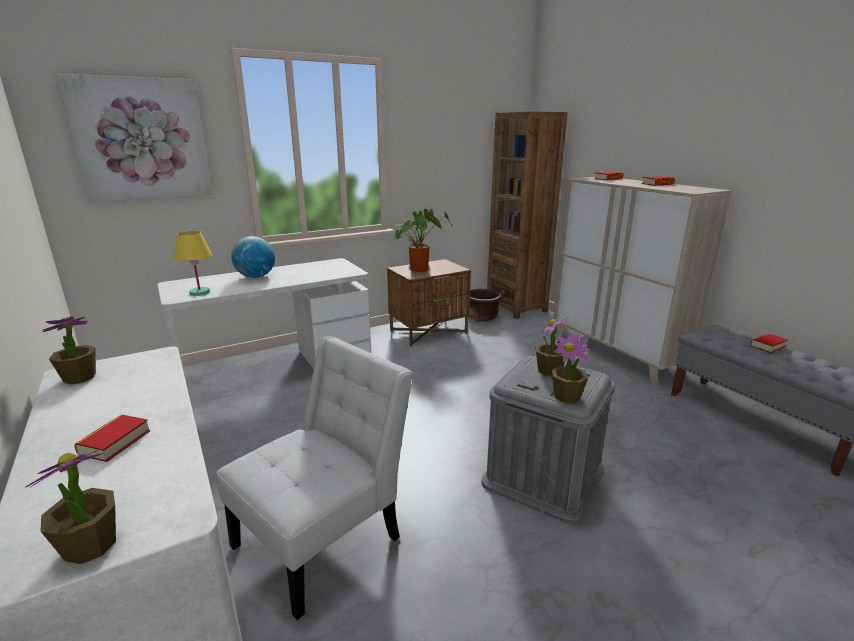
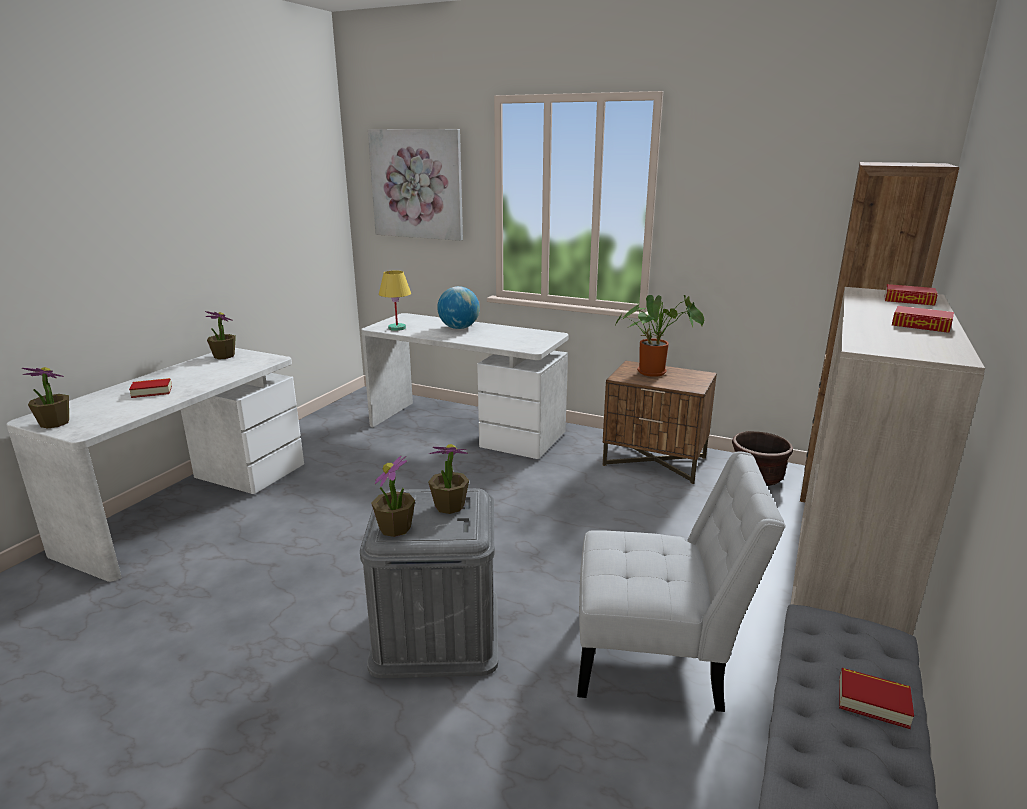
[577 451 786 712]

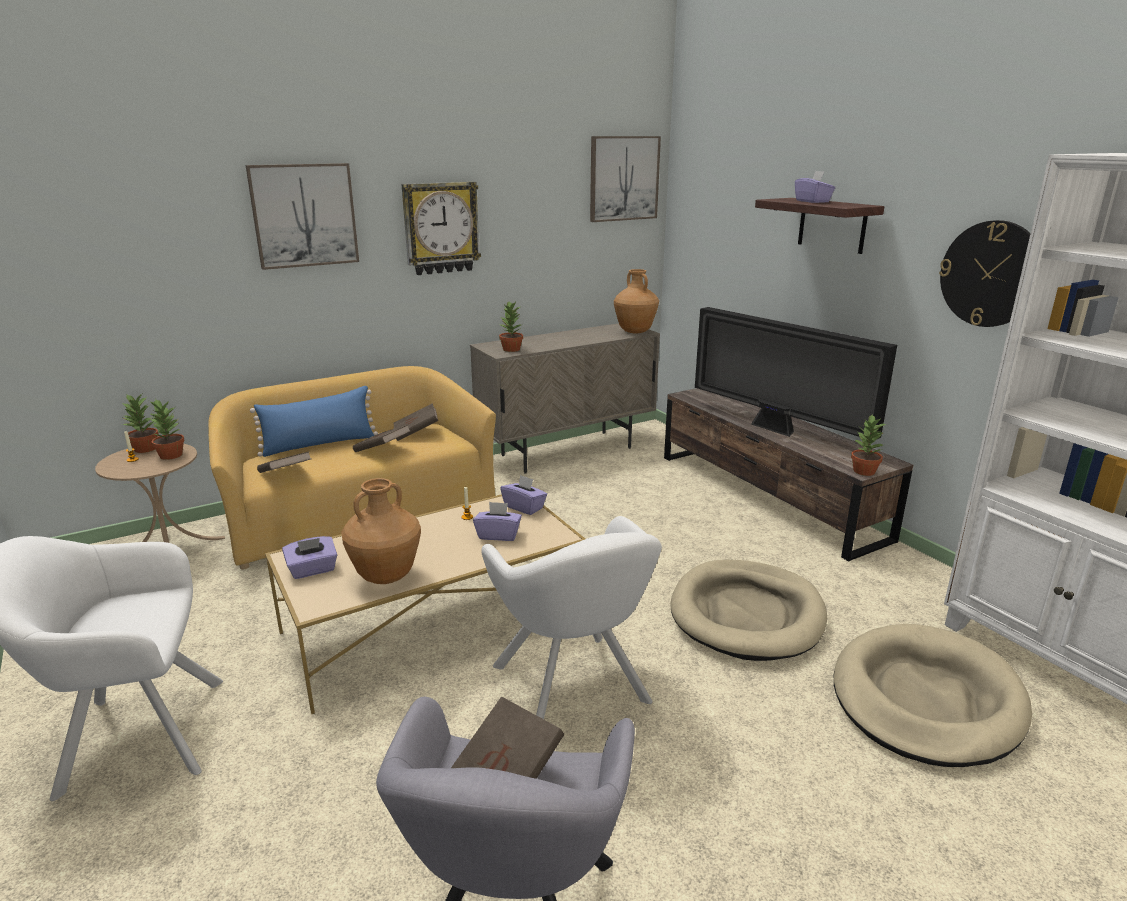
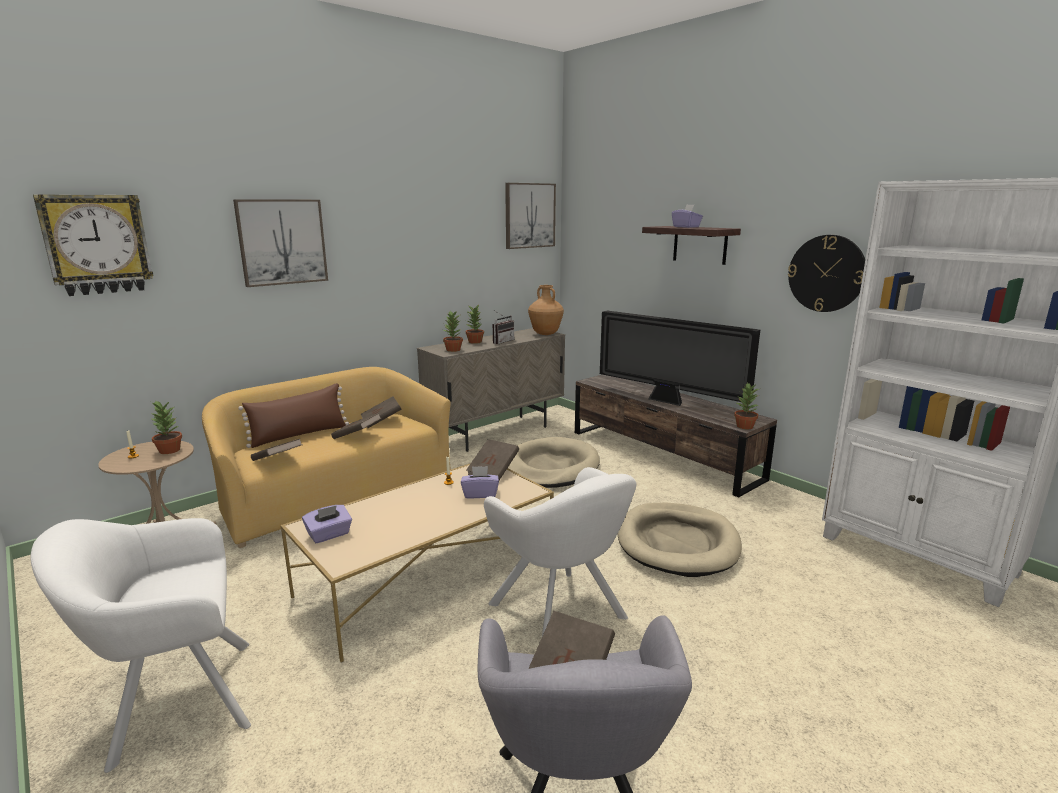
[341 478 421 584] (first image)
[493 311 514 344]
[466 304 484 344]
[33 194 154 296]
[508 437 600 488]
[466 439 519 480]
[238 383 349 448]

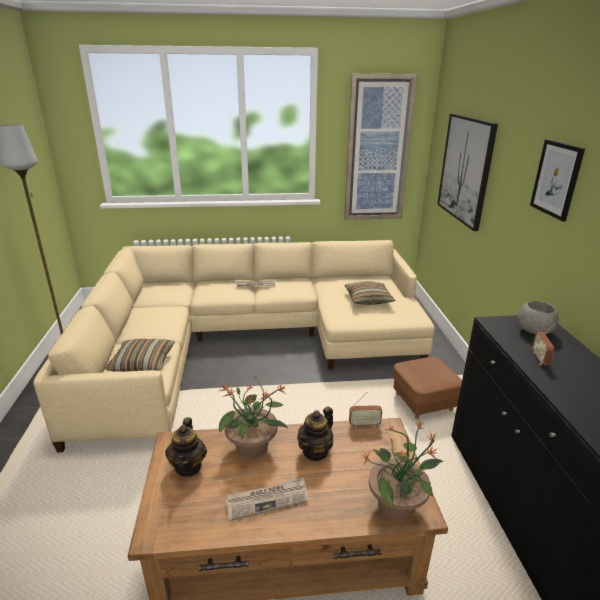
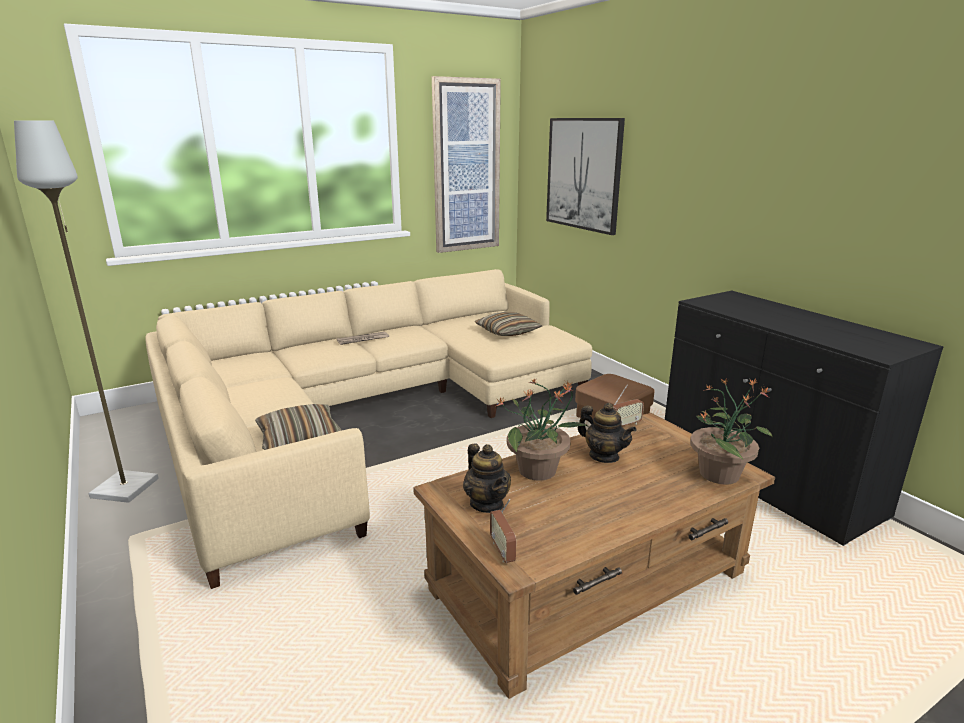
[225 477 308 521] (first image)
[517 301 559 334] (first image)
[530 139 585 222] (first image)
[490 499 516 563]
[578 403 637 463]

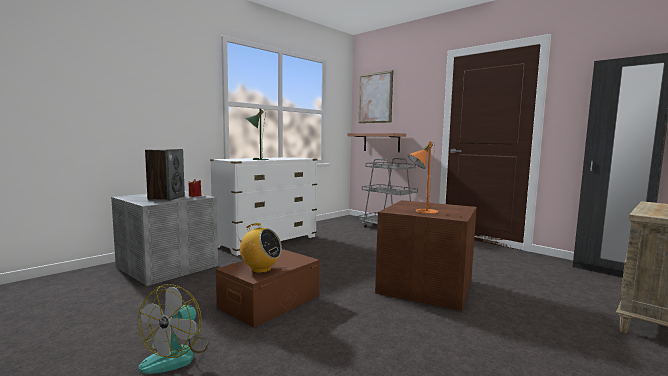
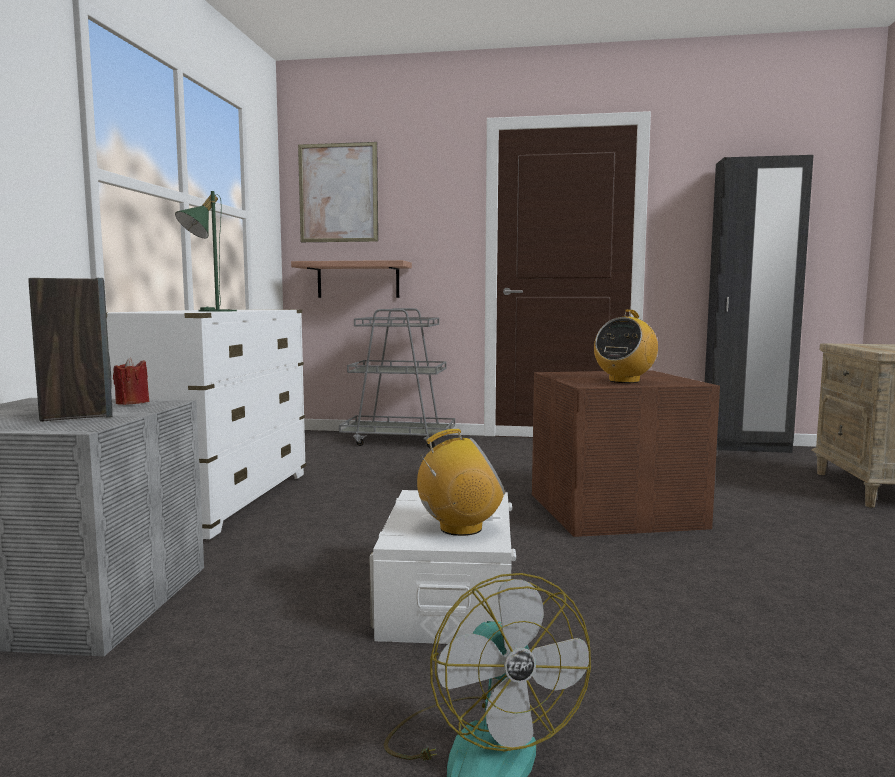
[594 310 658 383]
[370 490 516 644]

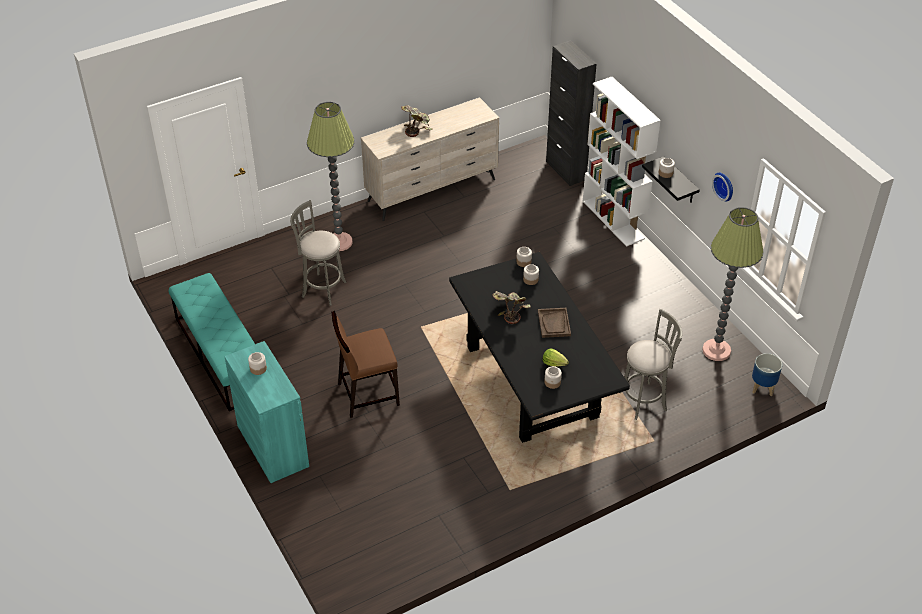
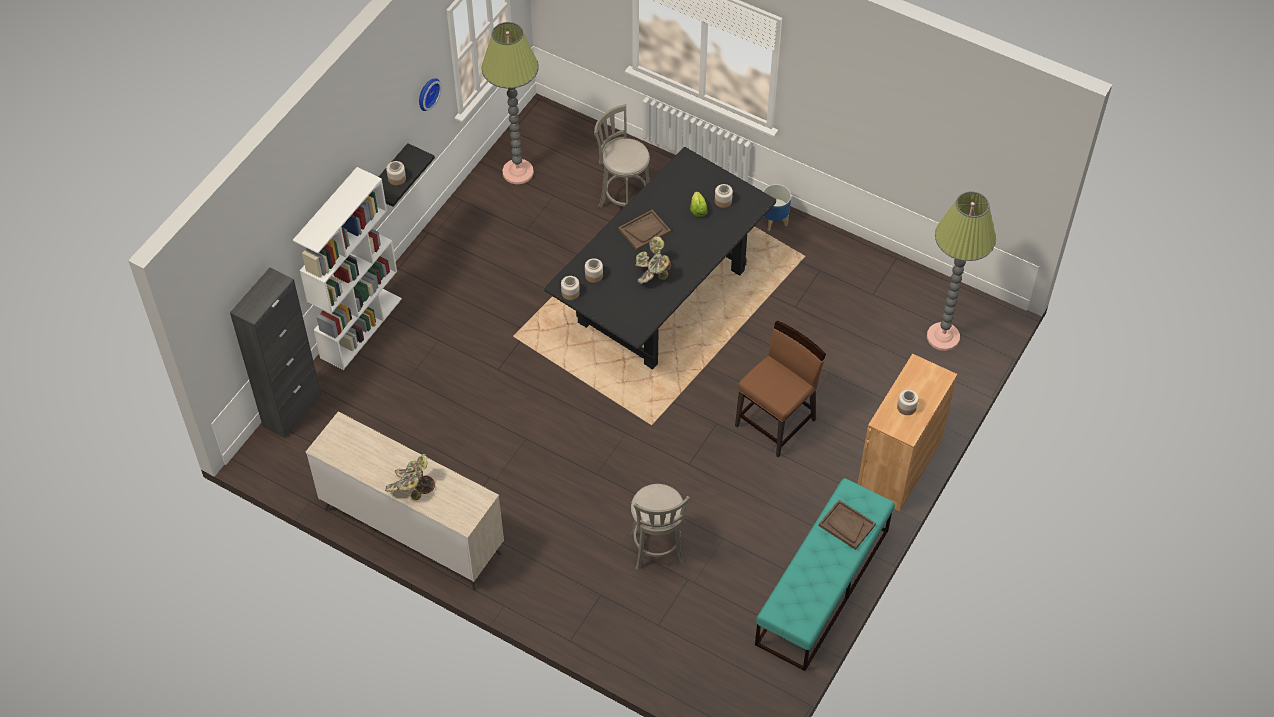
[819 500 876 550]
[927 191 996 351]
[763 184 791 231]
[858 354 957 512]
[735 320 826 457]

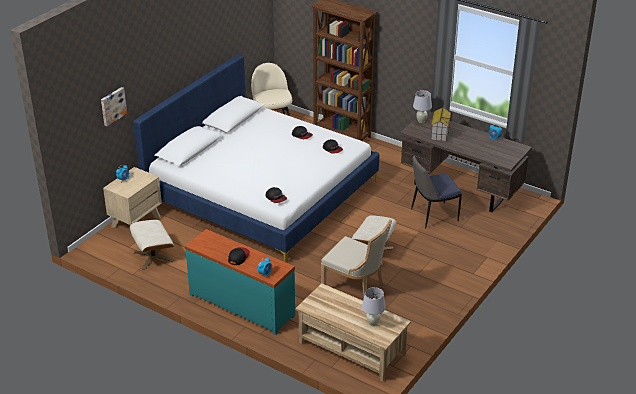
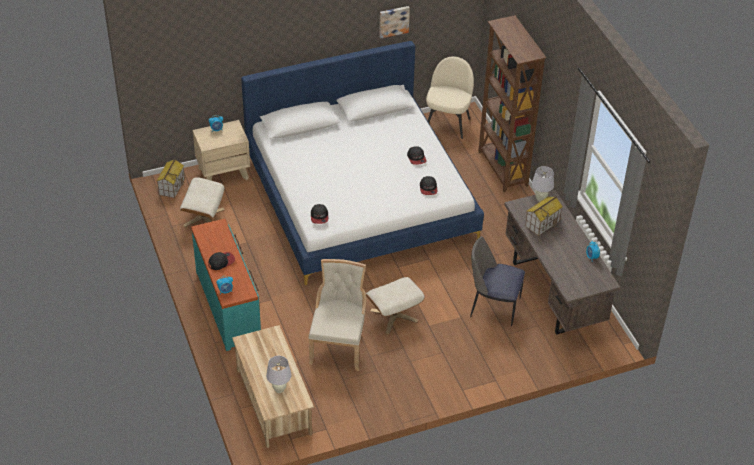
[156 159 185 198]
[379 6 410 38]
[309 259 366 371]

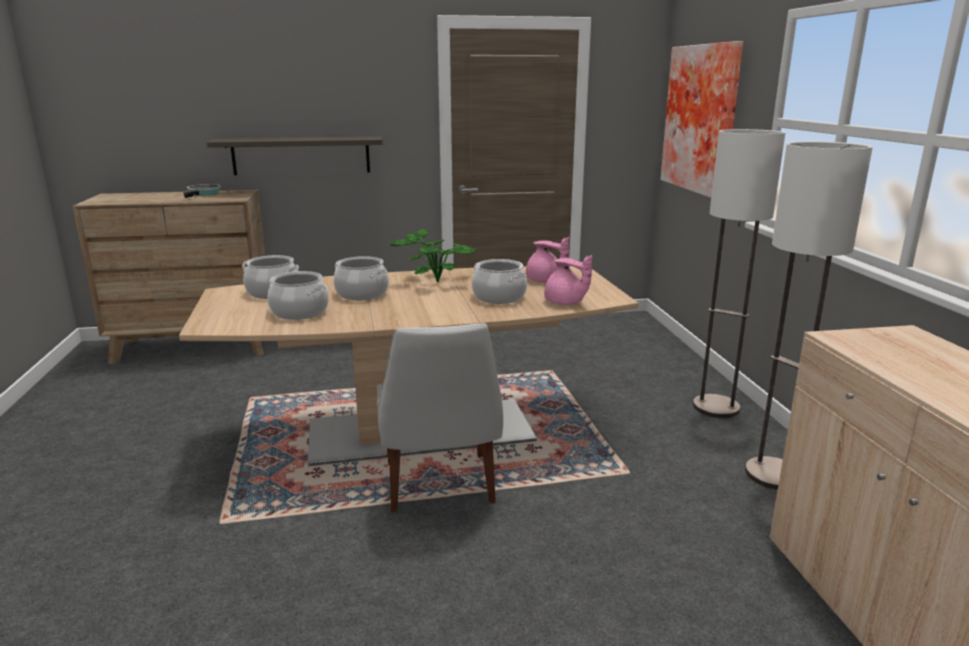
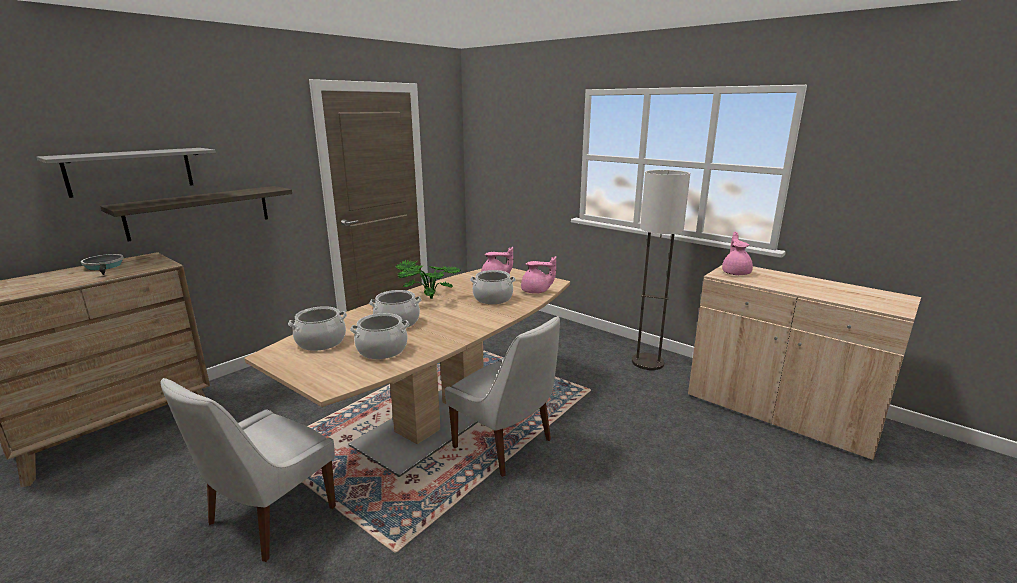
[660 41 743 198] (first image)
[693 129 785 418] (first image)
[36 148 216 198]
[161 378 336 562]
[722 232 753 275]

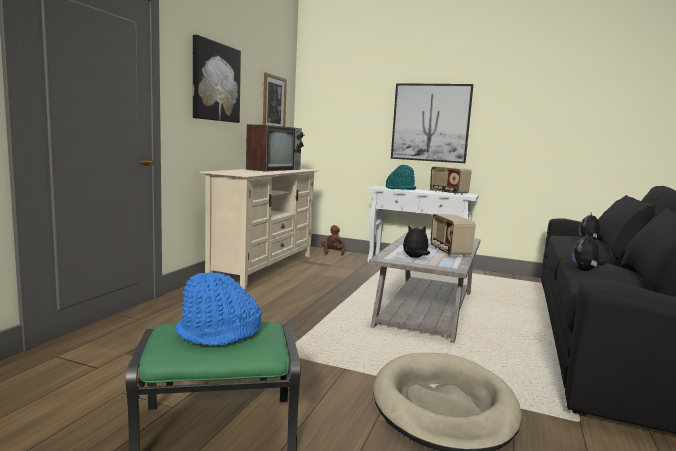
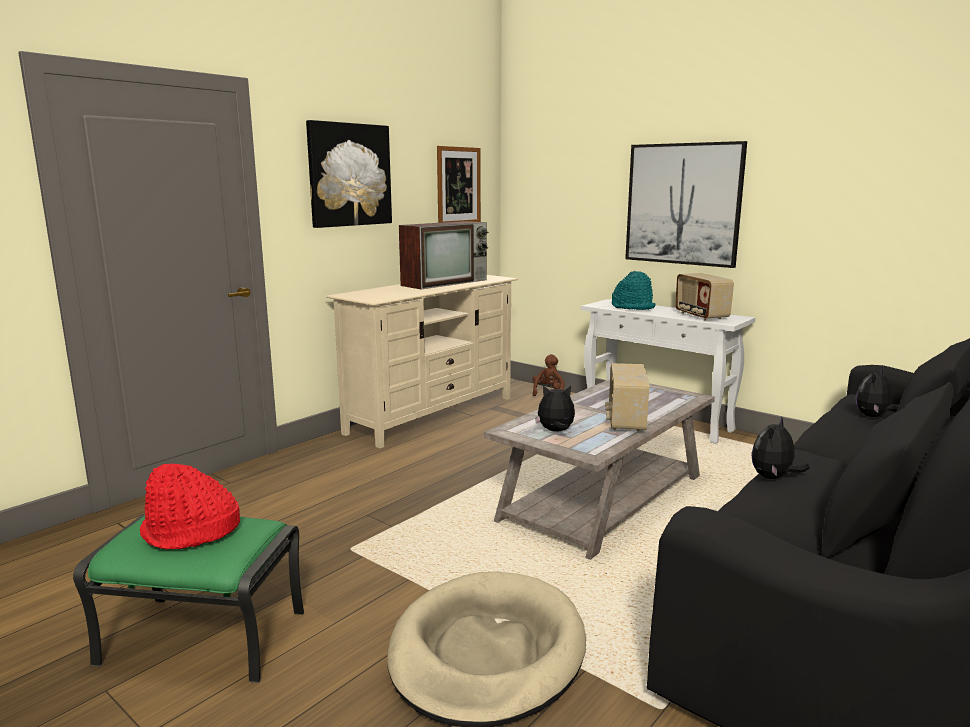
[140 463 240 550]

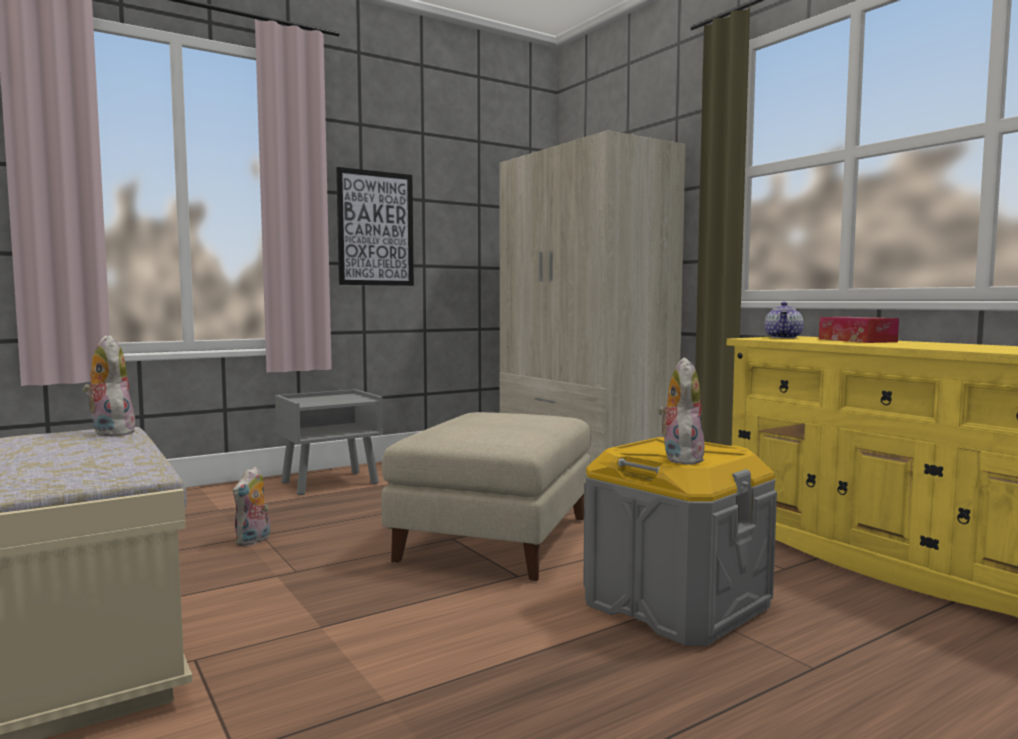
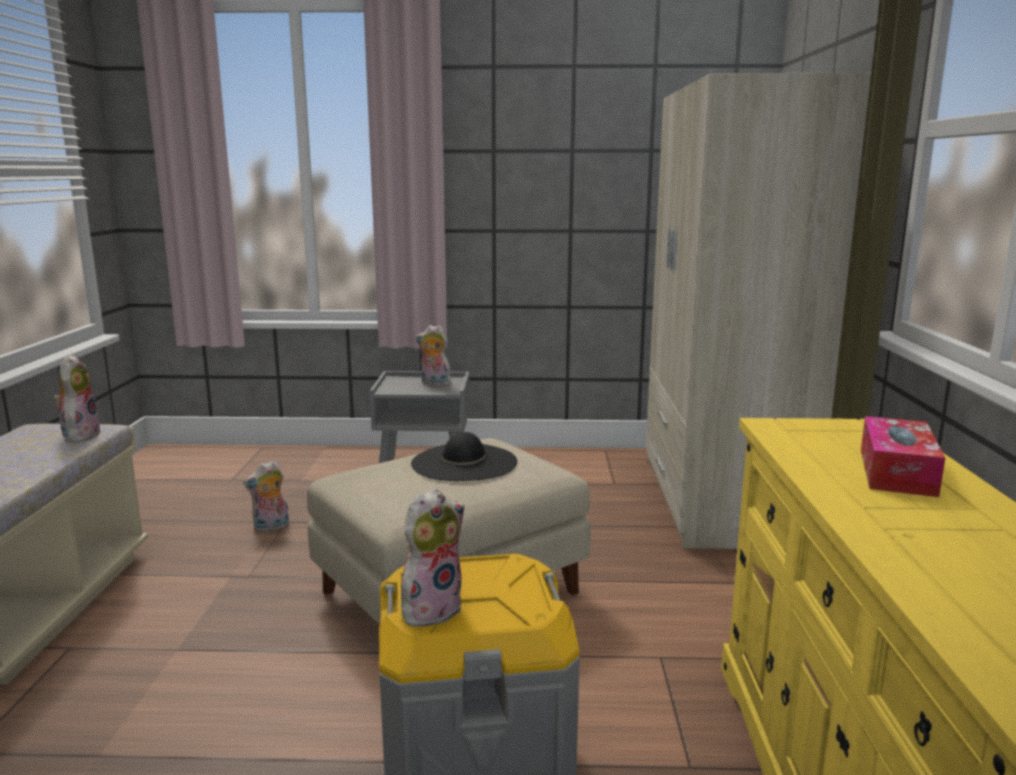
[336 167 414 286] (first image)
[765 302 804 338] (first image)
[411 432 517 481]
[416 325 451 386]

